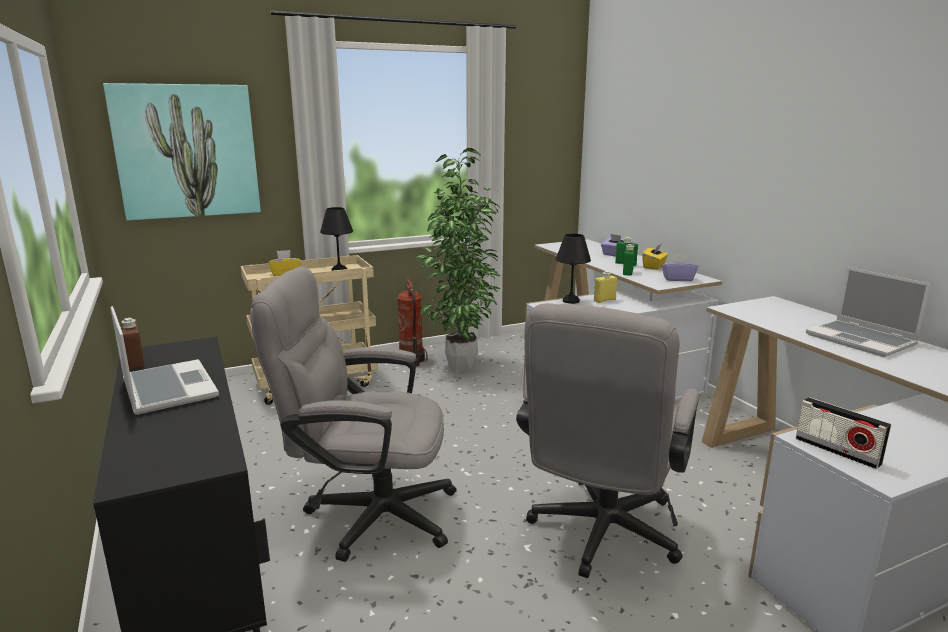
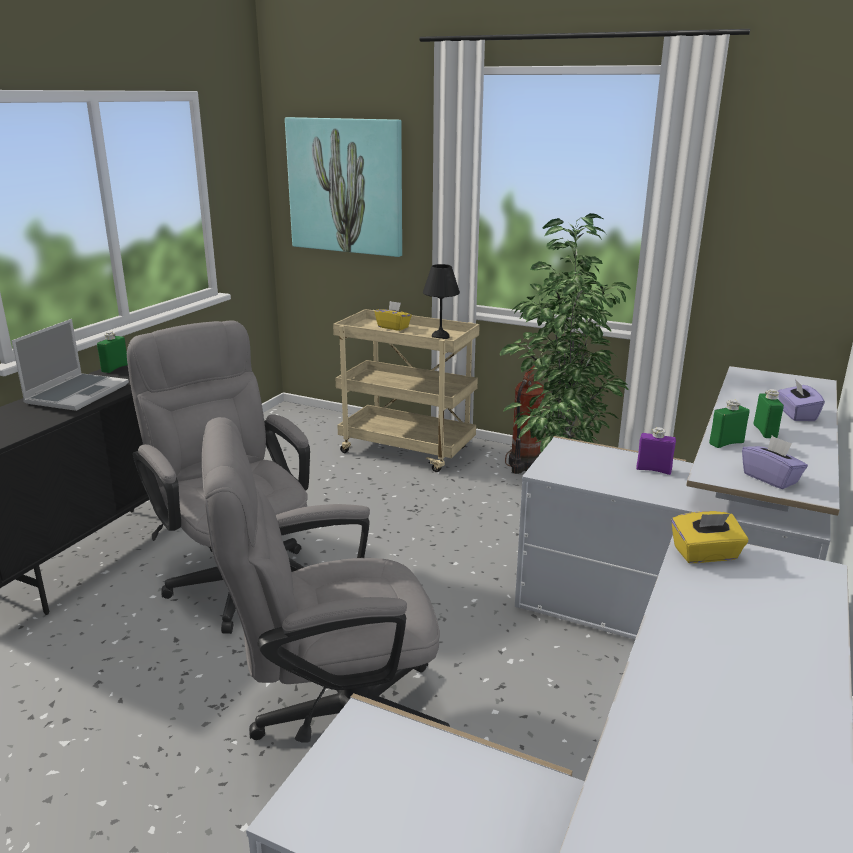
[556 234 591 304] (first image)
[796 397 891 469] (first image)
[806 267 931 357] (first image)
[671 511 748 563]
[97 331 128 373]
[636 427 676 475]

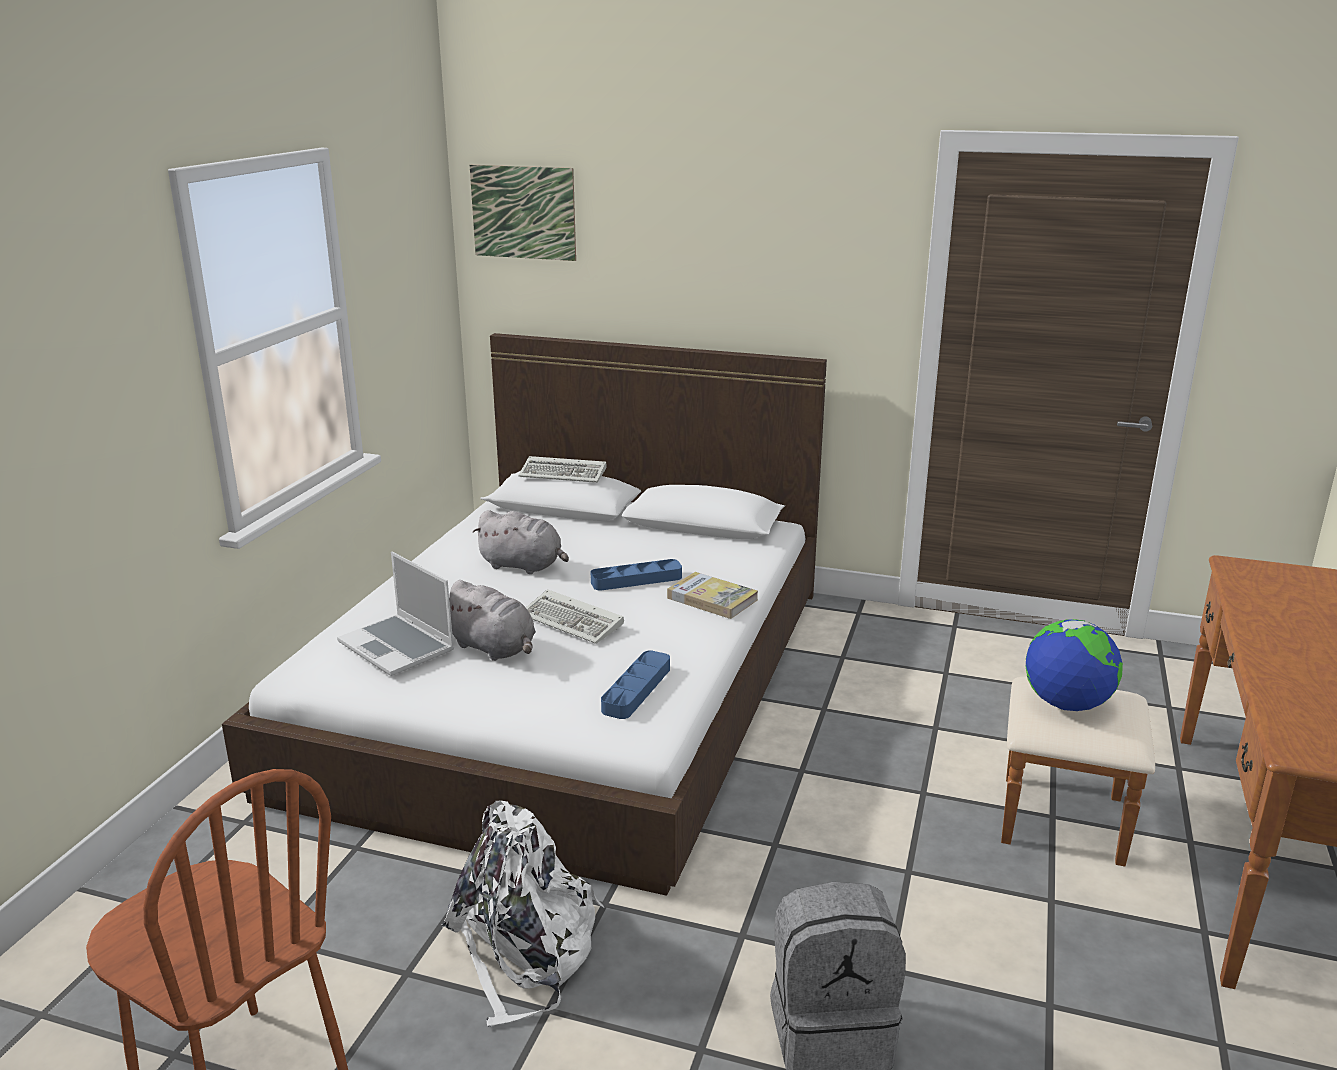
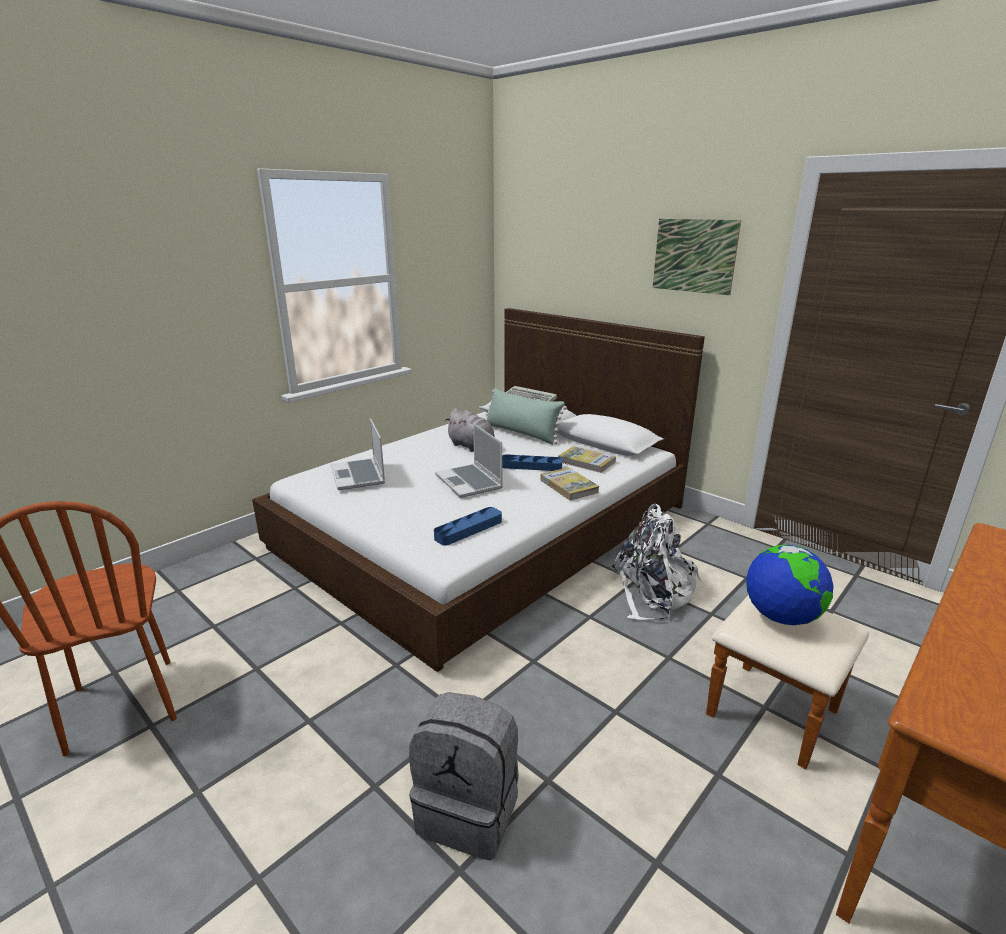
[449 580 536 661] (first image)
[486 388 567 445]
[558 446 616 473]
[611 504 702 621]
[653 219 741 295]
[435 424 503 498]

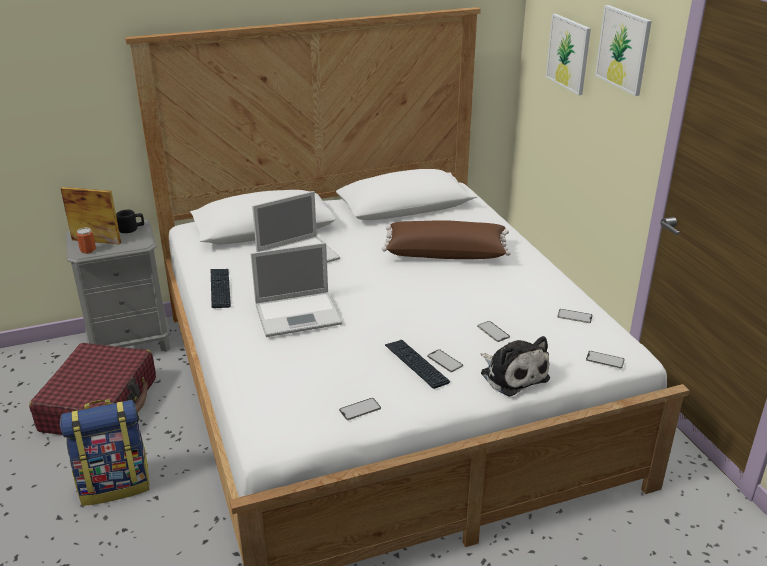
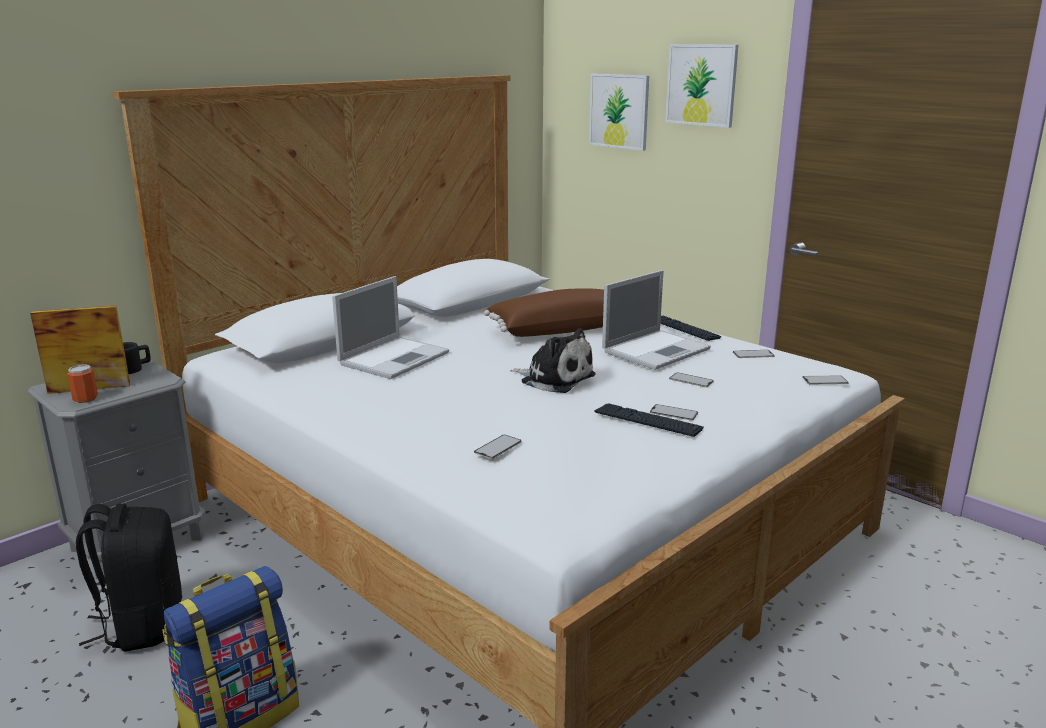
[660 316 721 341]
[602 270 711 370]
[474 435 521 459]
[510 328 596 393]
[76 504 182 652]

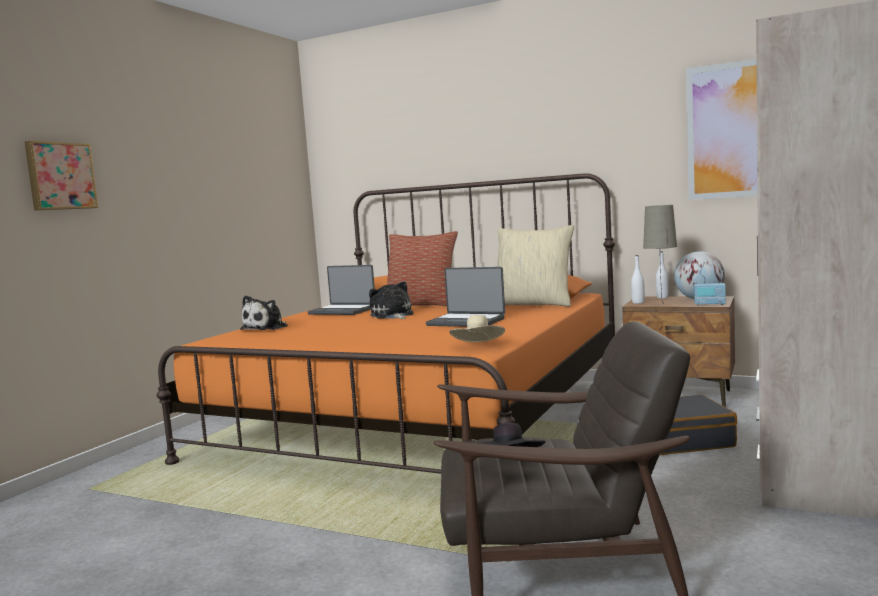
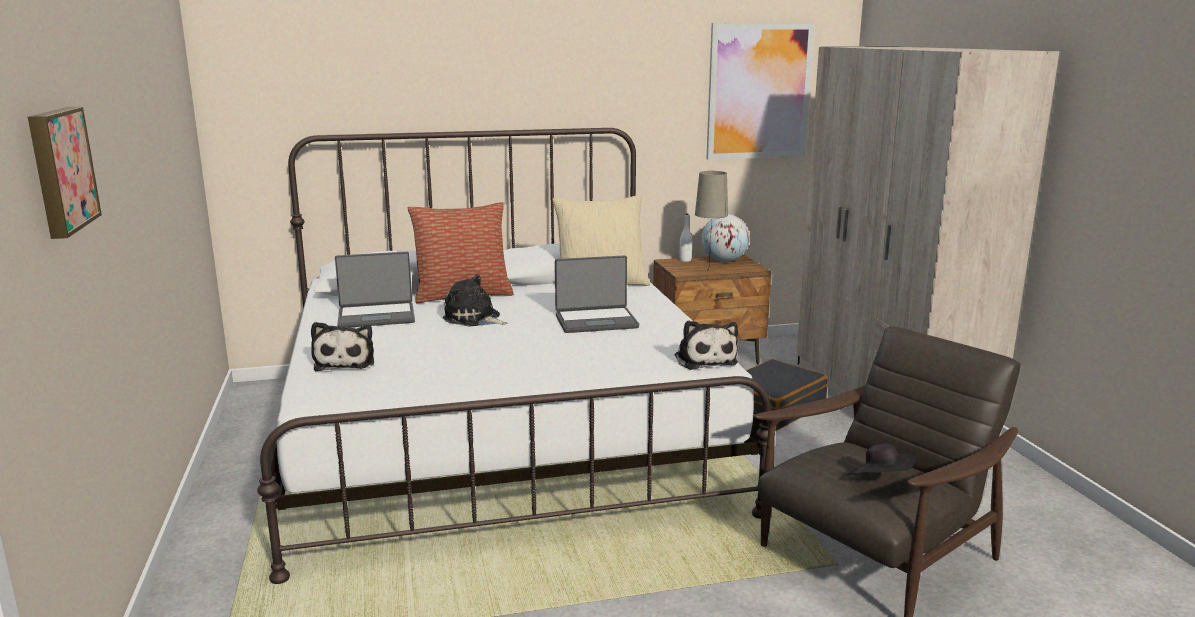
[631 255 645 304] (first image)
[694 270 726 305] (first image)
[675 321 738 370]
[257 128 771 584]

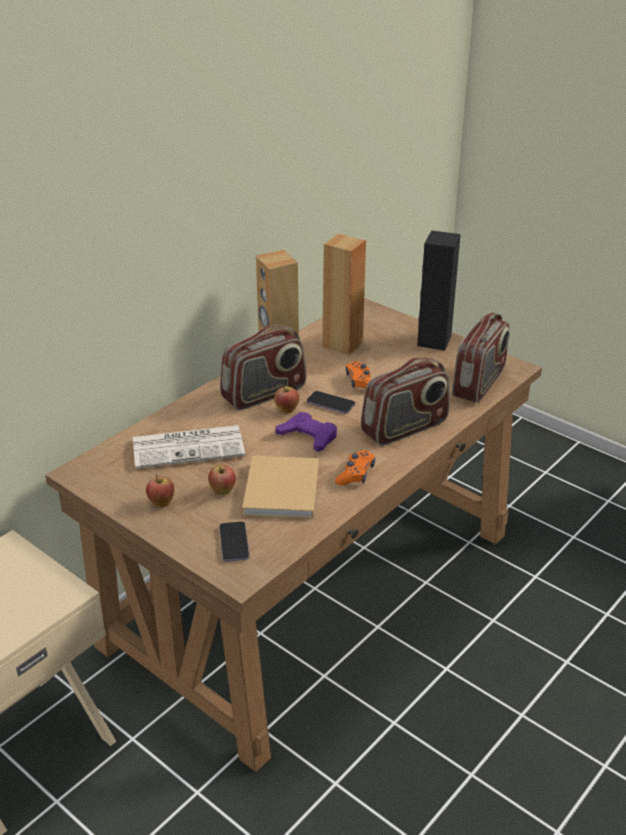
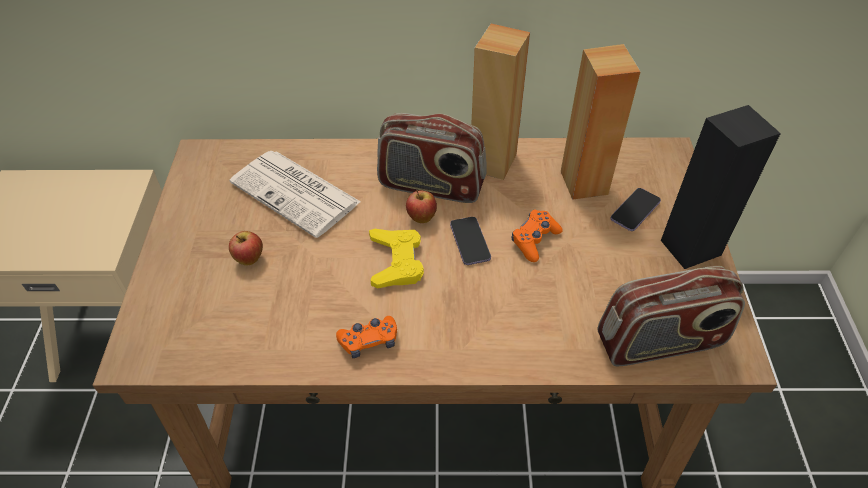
[146 474 174 507] (first image)
[242 456 319 519] (first image)
[361 357 450 446] (first image)
[610 188 661 231]
[369 229 424 288]

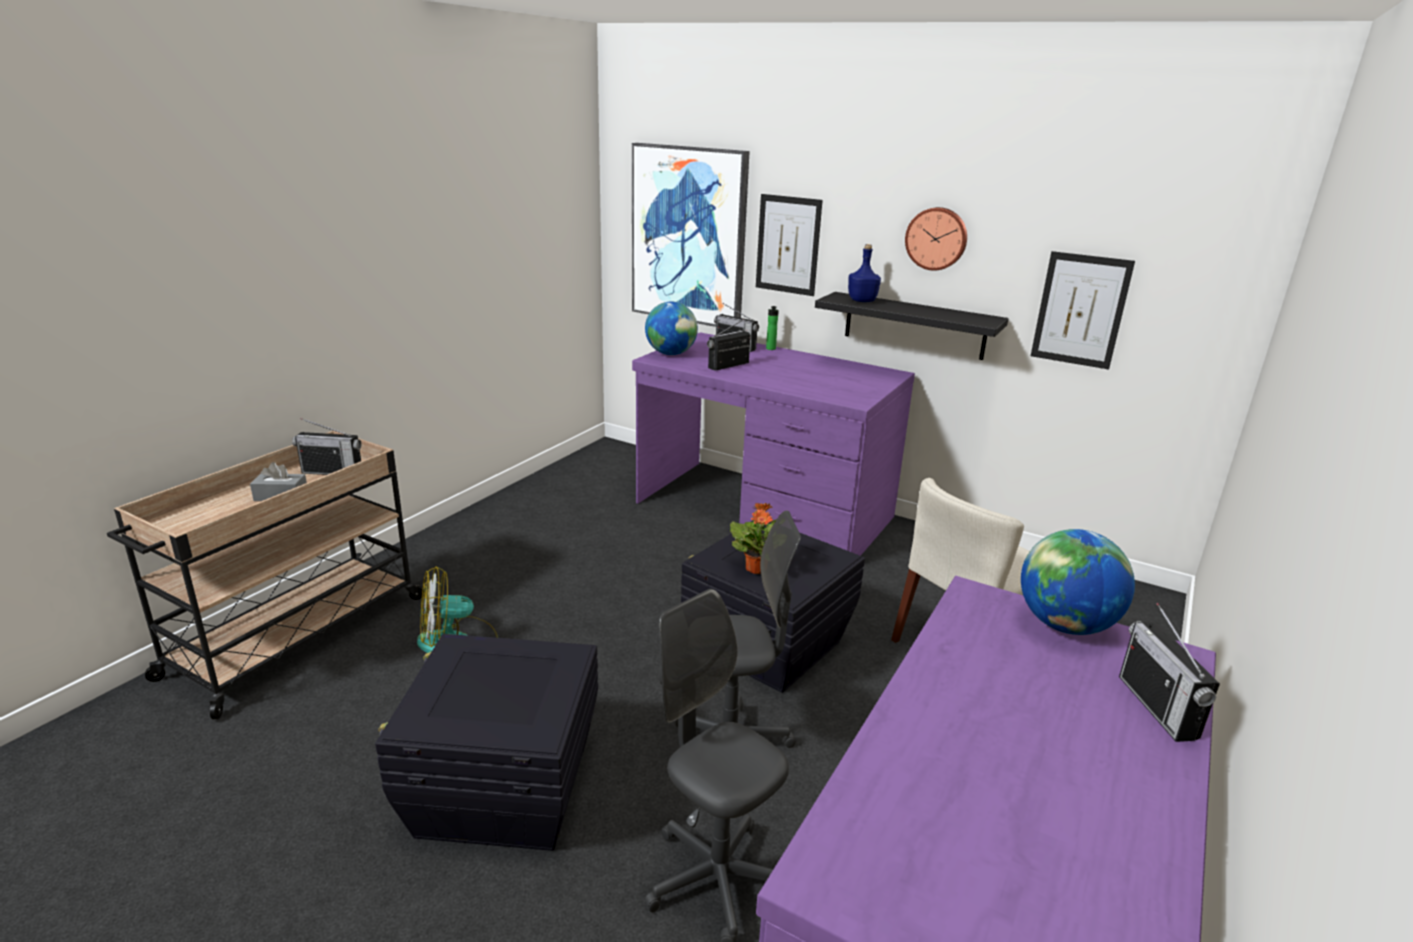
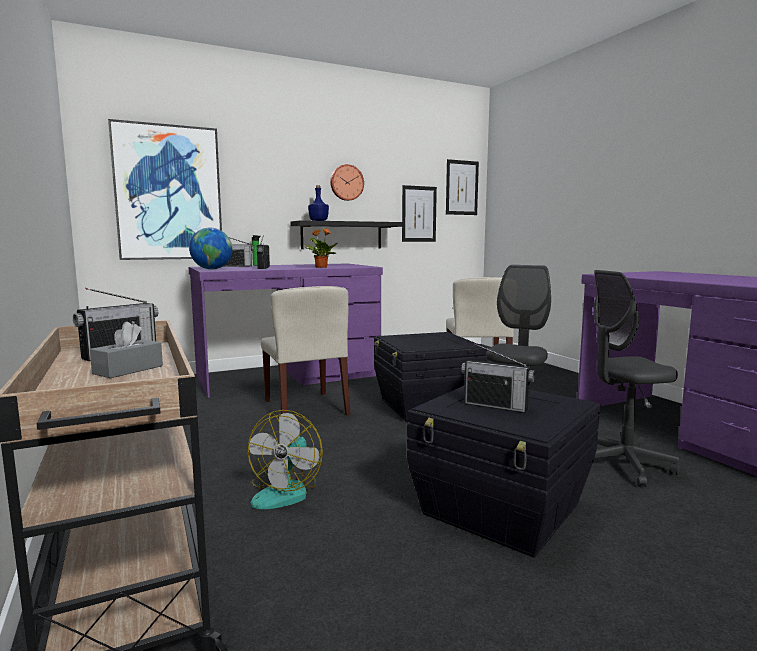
[1021 529 1135 635] (first image)
[261 286 351 415]
[304 228 338 268]
[446 159 479 215]
[461 343 535 413]

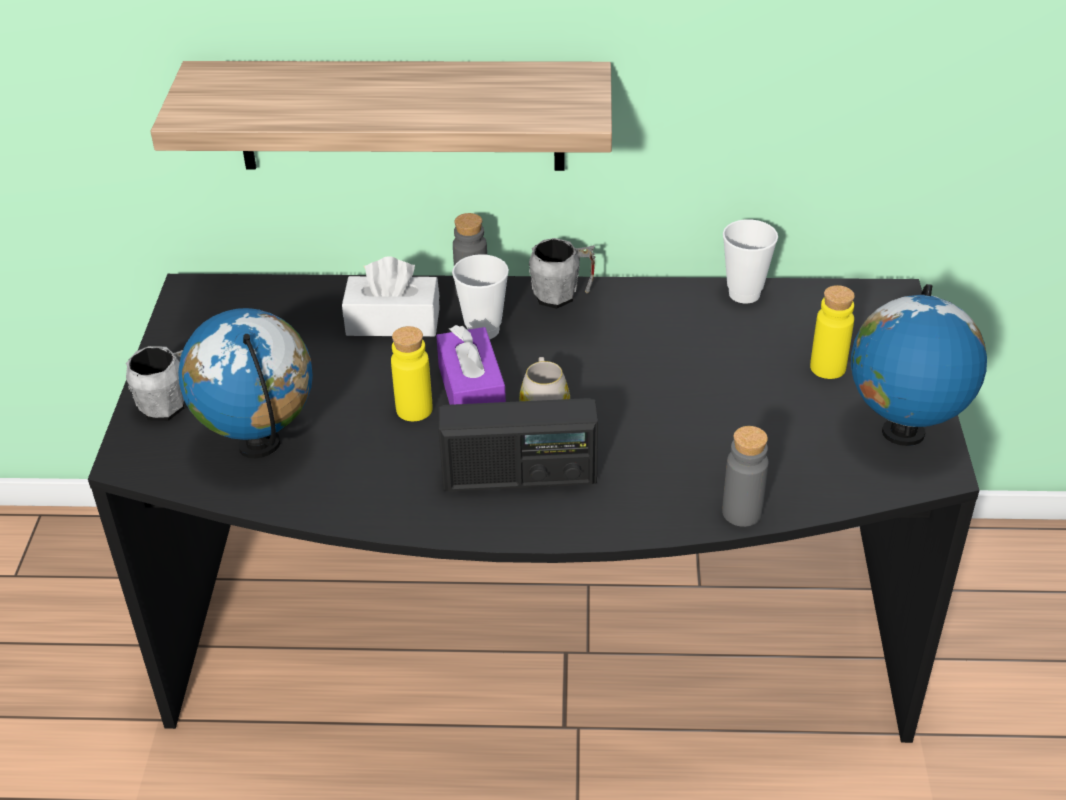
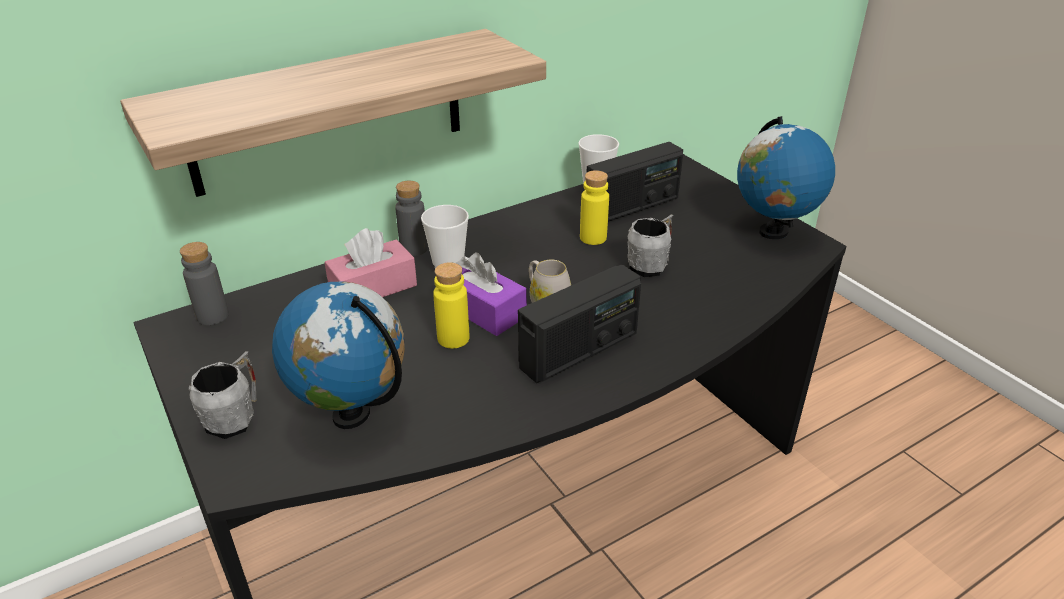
[587 142 683 222]
[627 215 673 277]
[180 242 229 325]
[580 170 609 245]
[324 228 417 297]

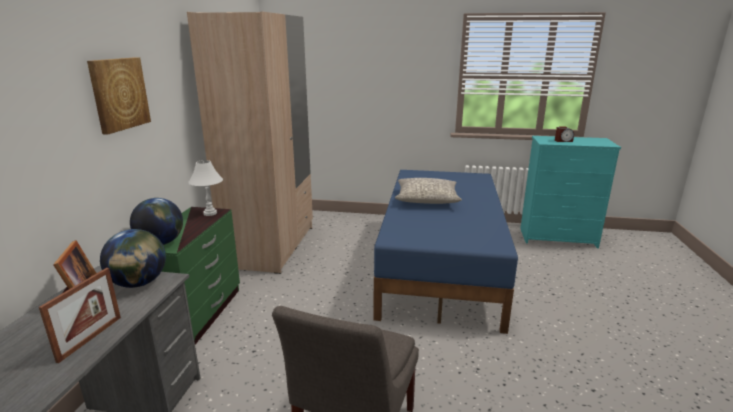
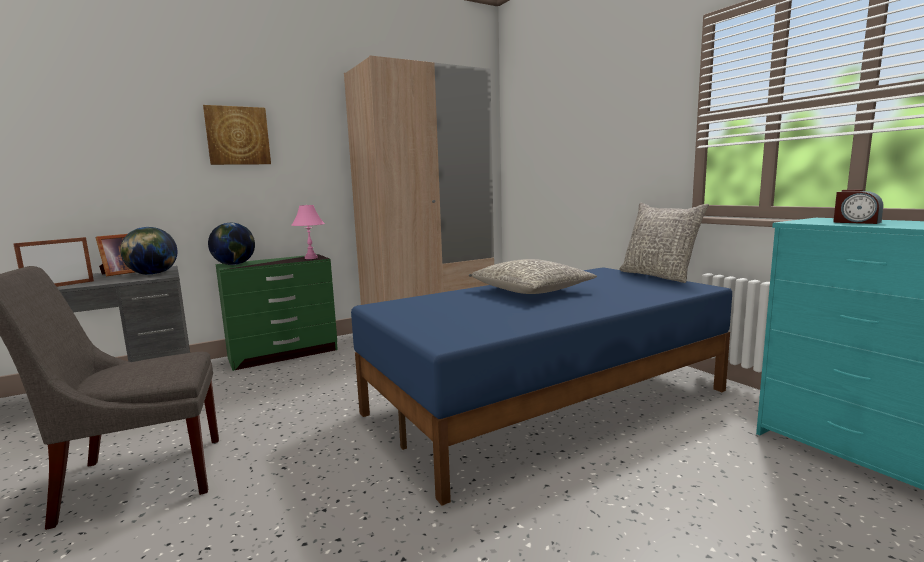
[619 203 709 283]
[291 205 325 259]
[13 237 94 287]

